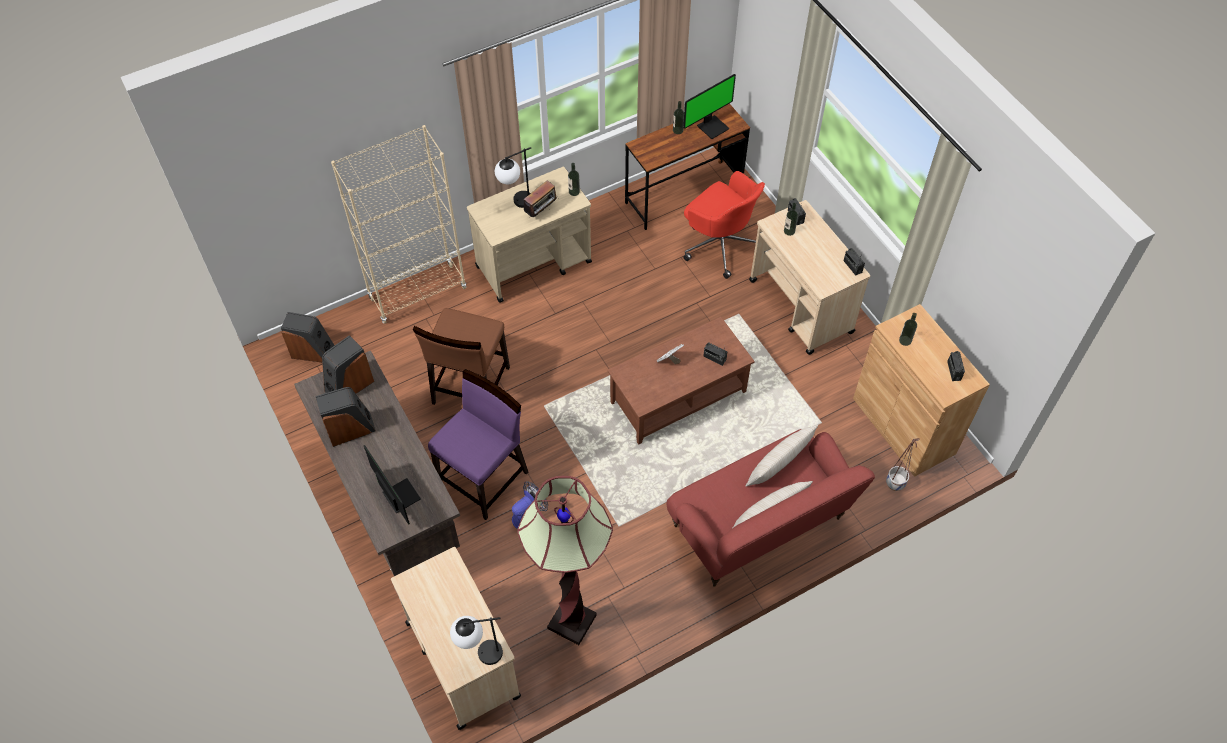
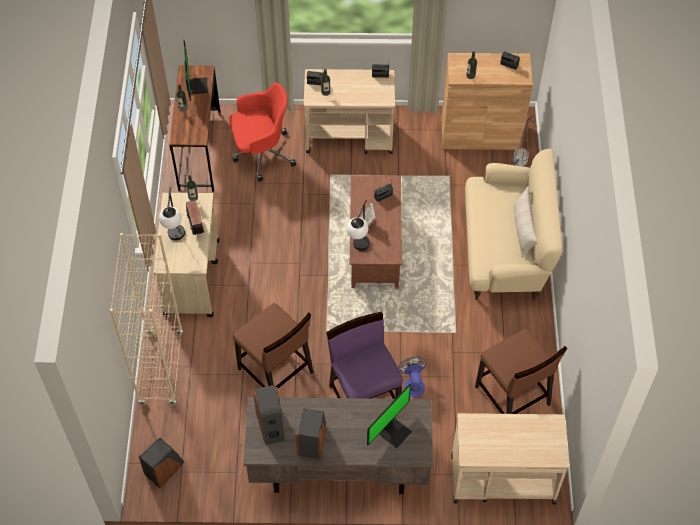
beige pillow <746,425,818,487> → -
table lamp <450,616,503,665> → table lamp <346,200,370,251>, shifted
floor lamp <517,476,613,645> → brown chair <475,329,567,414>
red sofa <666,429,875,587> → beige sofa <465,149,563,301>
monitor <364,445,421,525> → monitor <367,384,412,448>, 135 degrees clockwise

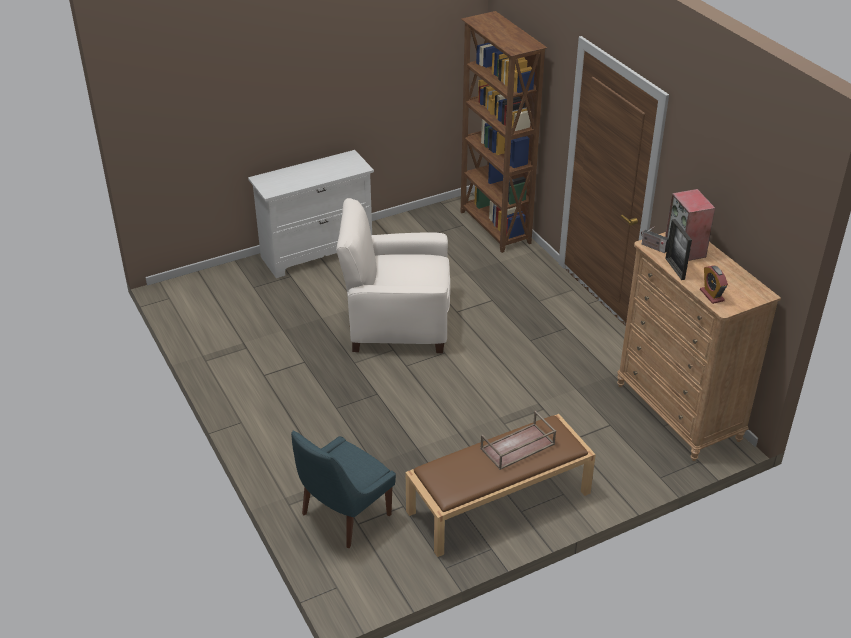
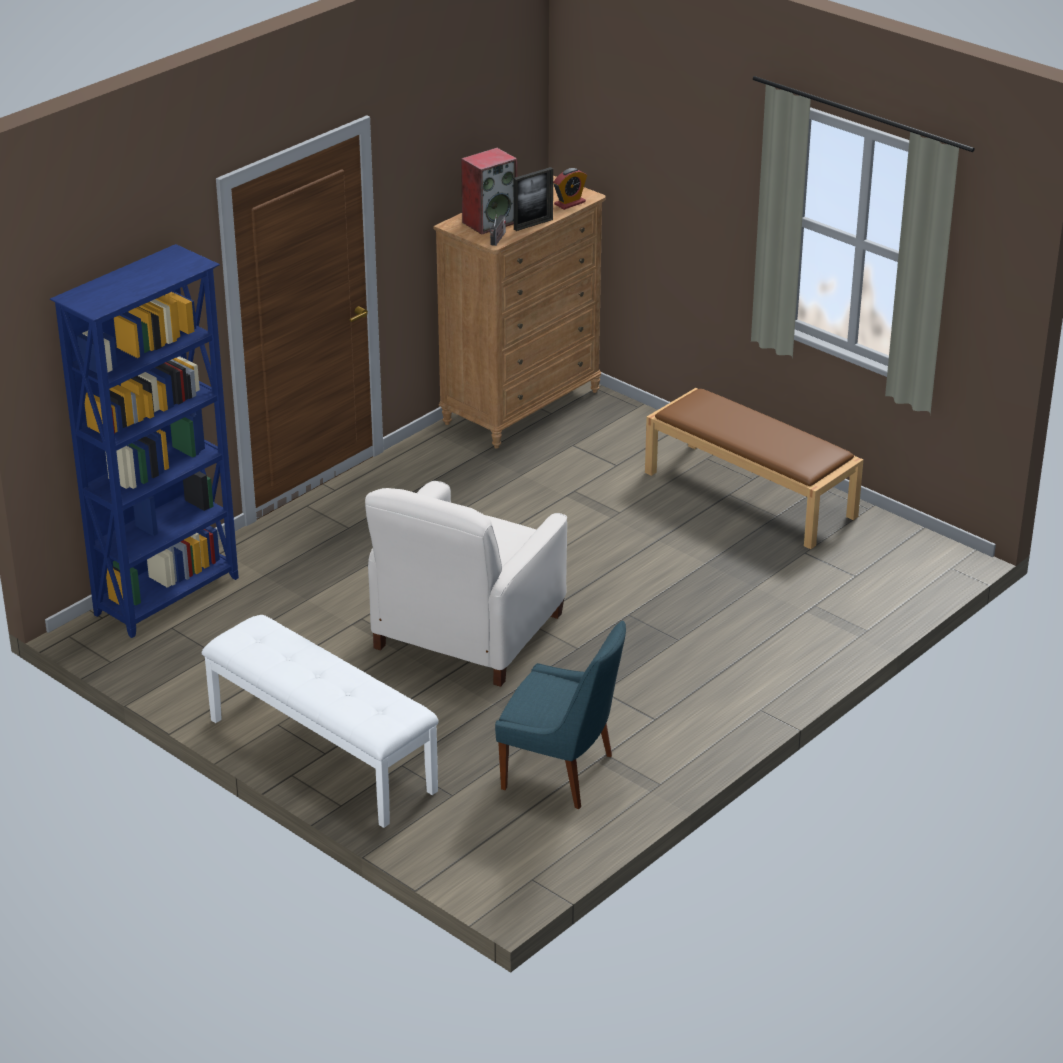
brown tray <480,411,556,470> → -
blue chair <291,431,396,548> → blue chair <495,621,626,809>, shifted
white dresser <248,150,374,278> → white bench <202,615,439,828>
brown bookcase <461,11,547,253> → blue bookcase <50,244,239,638>
white armchair <336,198,450,353> → white armchair <365,481,567,687>, 45 degrees clockwise

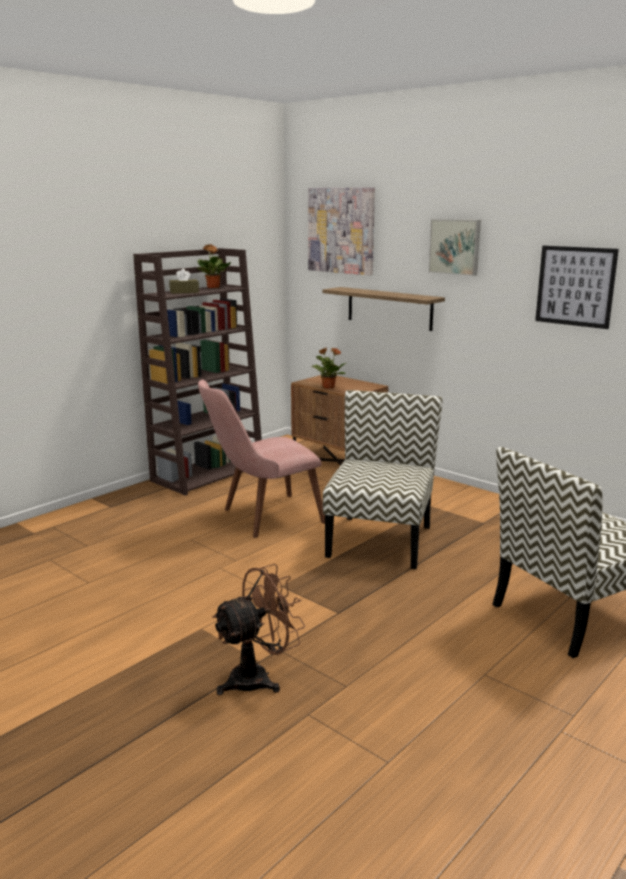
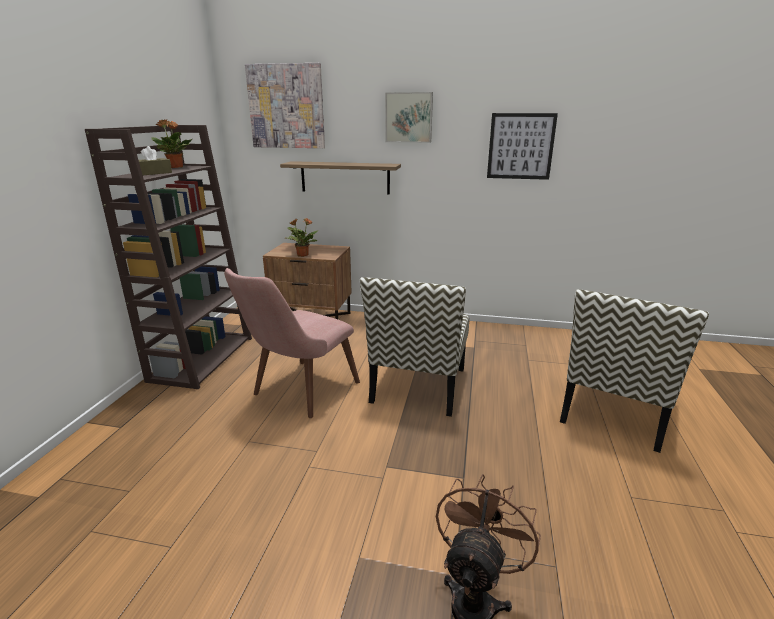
chair <323,390,443,569> → chair <360,277,469,417>, 150 degrees counterclockwise

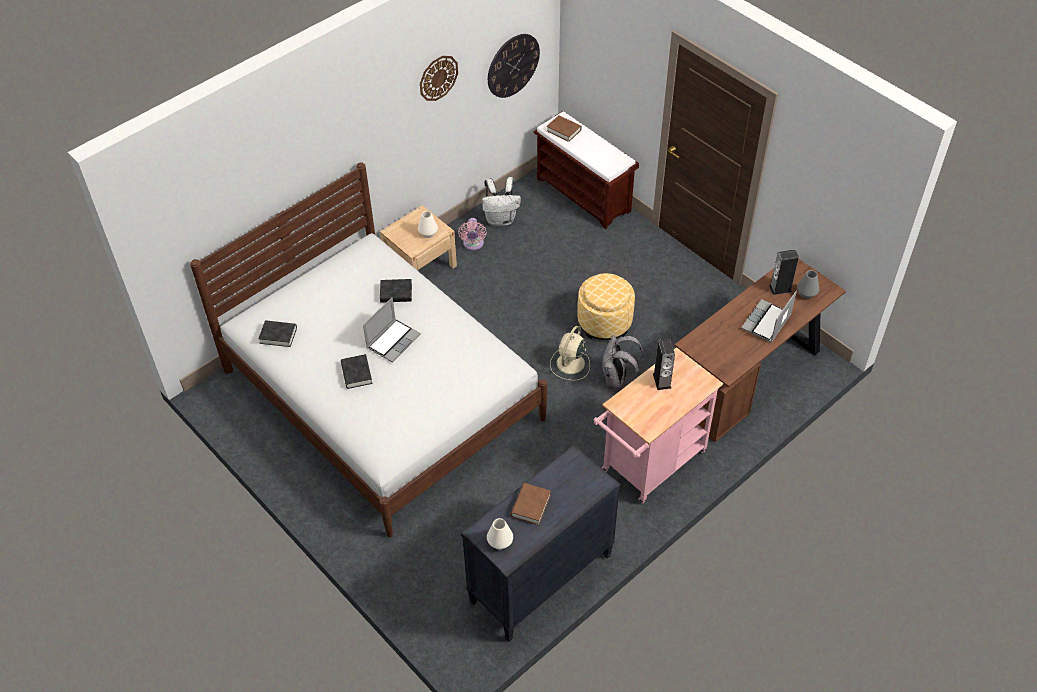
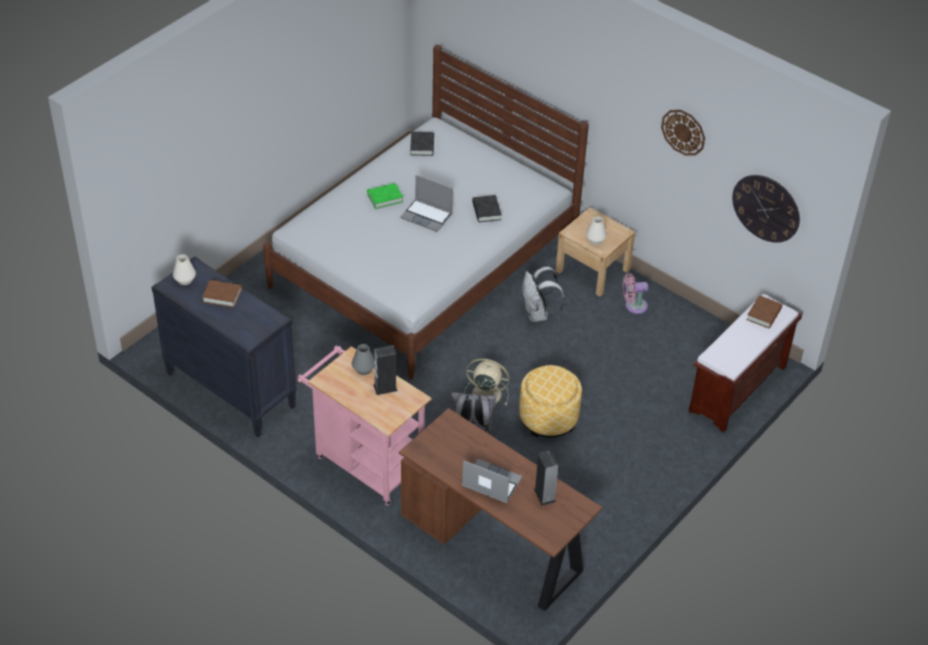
white backpack <482,177,521,226> → white backpack <522,266,565,322>, shifted
grey vase <797,270,819,299> → grey vase <352,344,375,375>, shifted
black book <341,354,372,389> → green book <367,183,403,209>

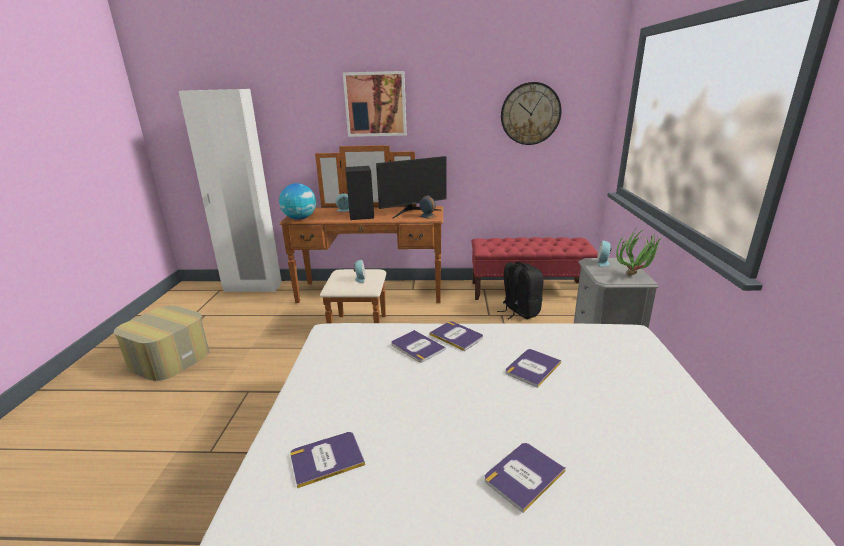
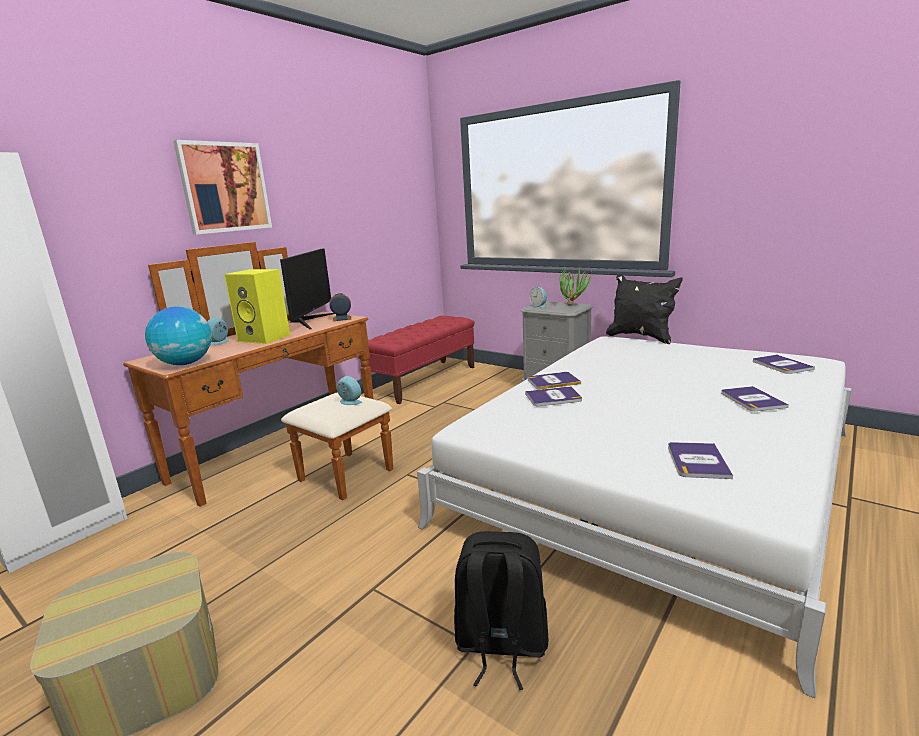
wall clock <501,82,562,145> → -
- → black pillow <606,275,683,344>
black backpack <497,262,543,319> → black backpack <454,531,548,690>, shifted
book <505,349,562,388> → book <753,355,815,374>, shifted
black speaker <345,166,374,220> → yellow speaker <224,269,290,344>

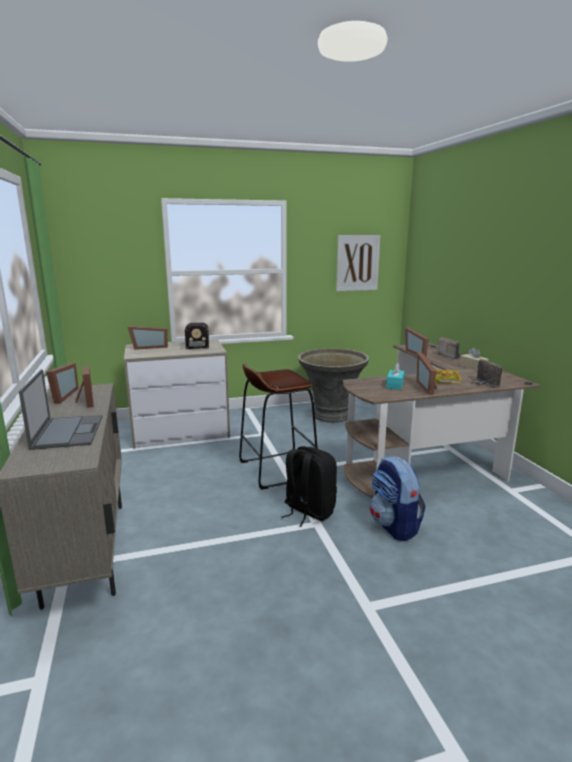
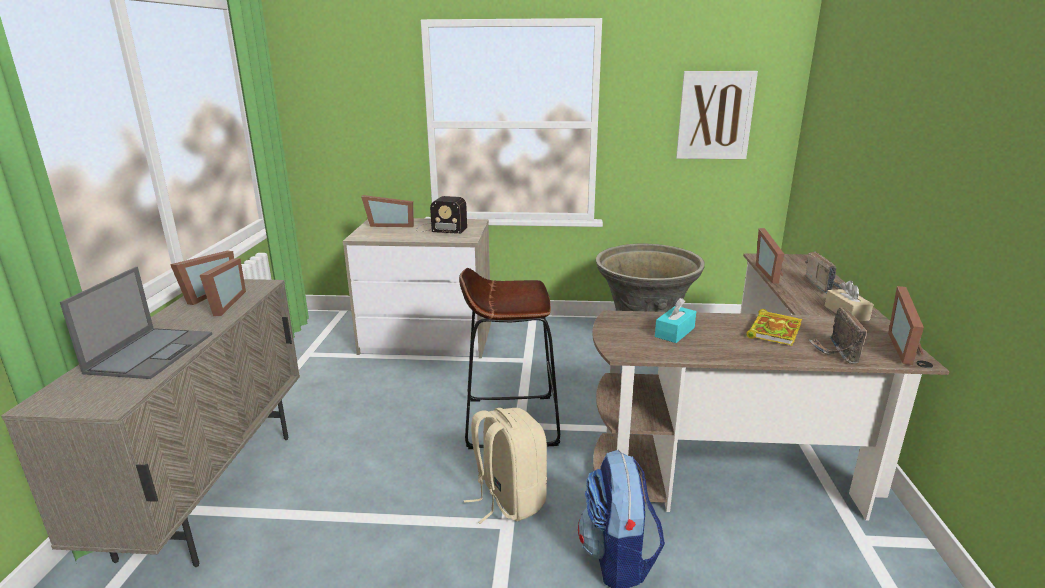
picture frame <417,353,437,395> → picture frame <888,286,924,365>, shifted
black backpack <282,446,337,527> → beige backpack <464,408,547,524>

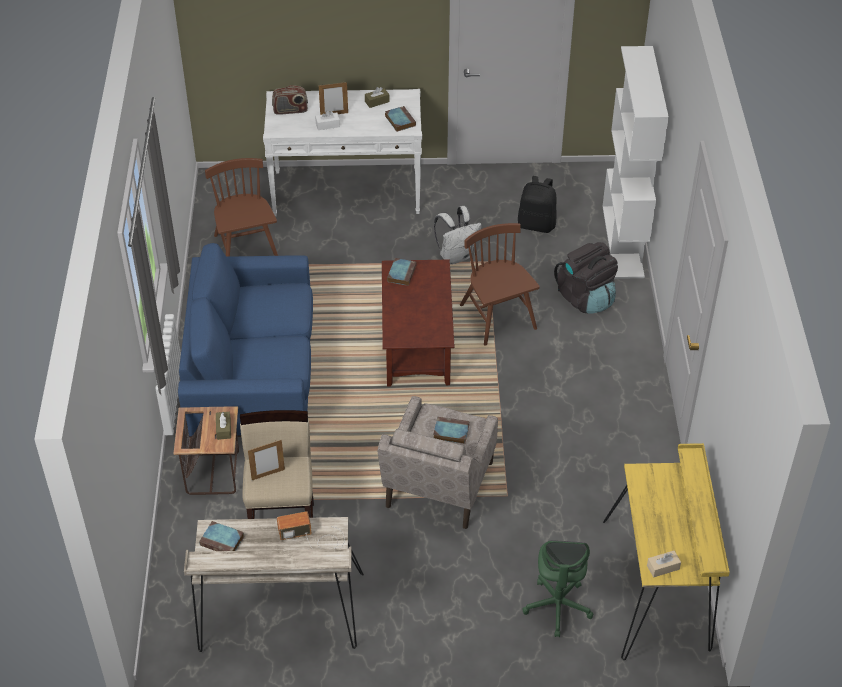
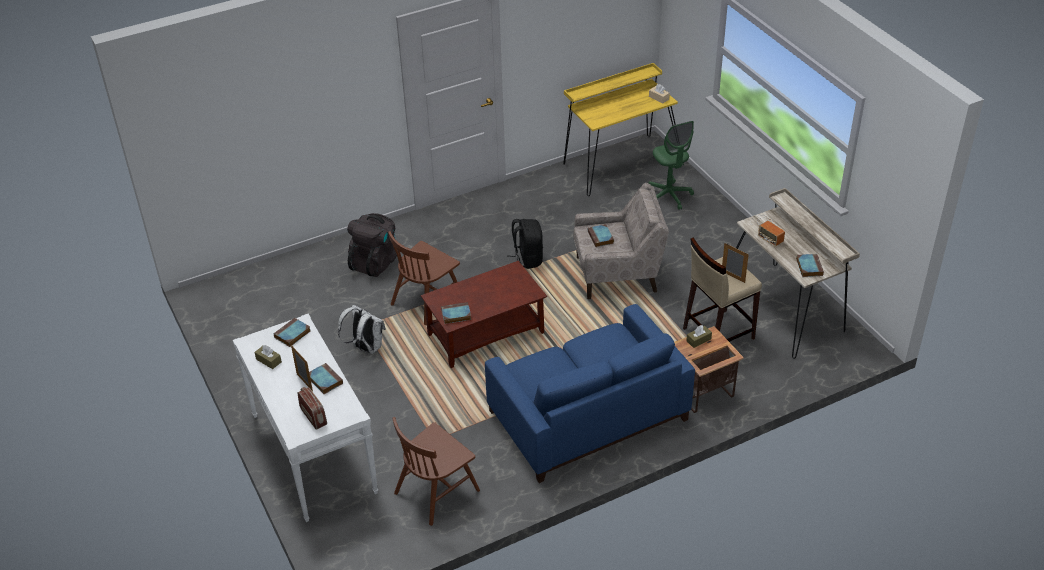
white bookcase <602,46,669,279> → -
black backpack <518,176,557,233> → black backpack <507,219,543,269>, shifted
white tissue box <315,110,340,130> → book <309,363,343,394>
green office chair <522,540,594,637> → green office chair <648,121,694,210>, 90 degrees clockwise

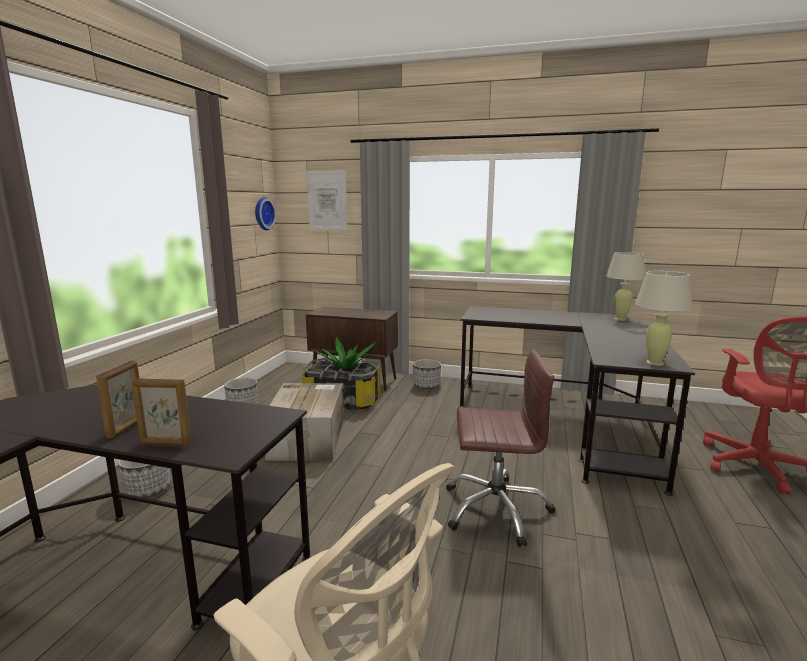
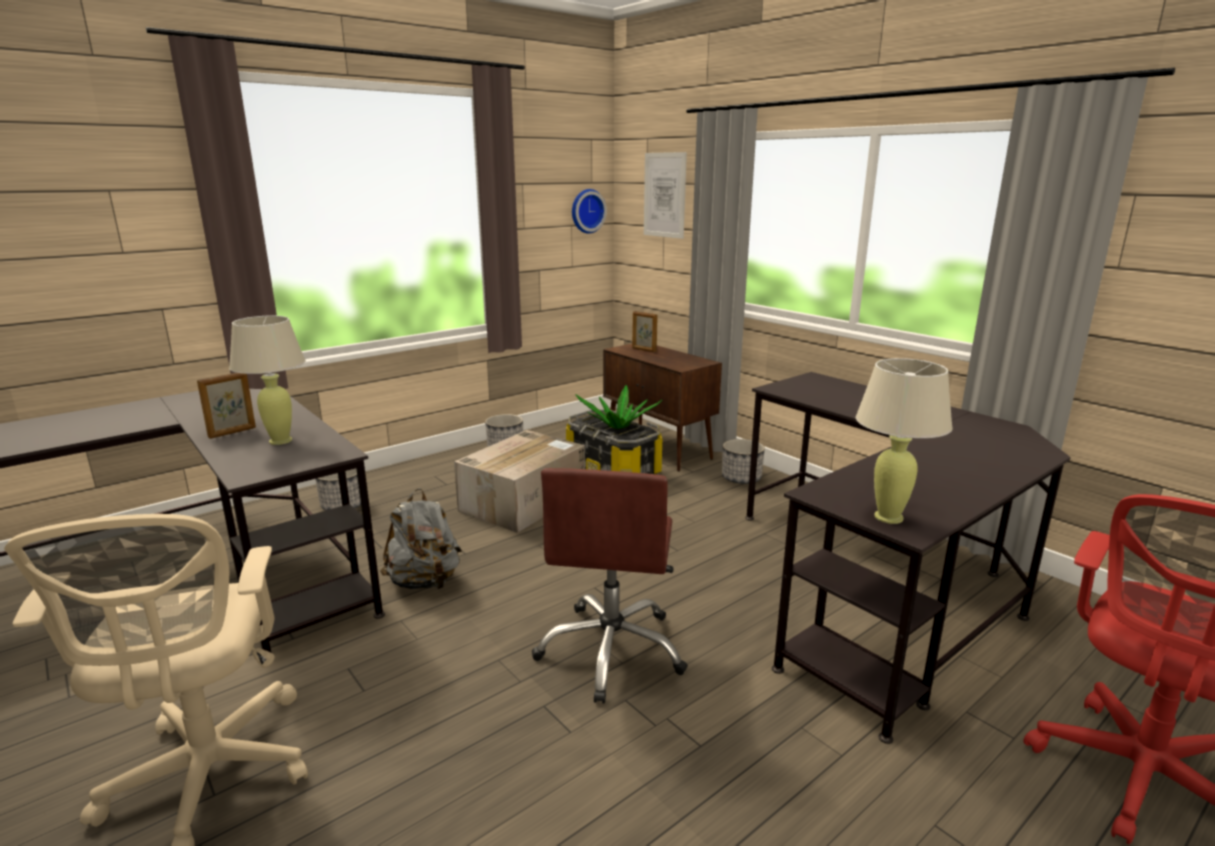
- → grey backpack <380,488,462,590>
picture frame <131,378,192,446> → picture frame <632,311,658,352>, shifted
beige table lamp <606,252,646,321> → beige table lamp <229,316,305,445>, shifted
brown office chair <446,349,555,547> → brown office chair <532,468,688,703>, 60 degrees clockwise

